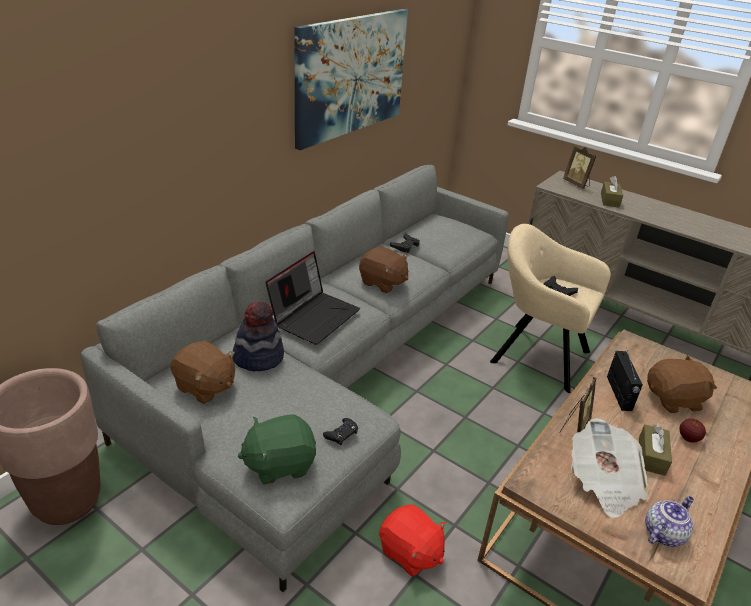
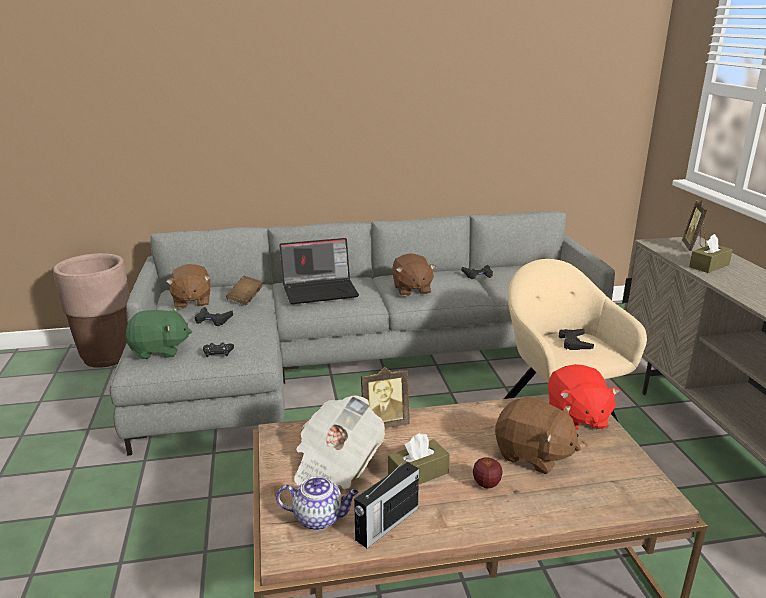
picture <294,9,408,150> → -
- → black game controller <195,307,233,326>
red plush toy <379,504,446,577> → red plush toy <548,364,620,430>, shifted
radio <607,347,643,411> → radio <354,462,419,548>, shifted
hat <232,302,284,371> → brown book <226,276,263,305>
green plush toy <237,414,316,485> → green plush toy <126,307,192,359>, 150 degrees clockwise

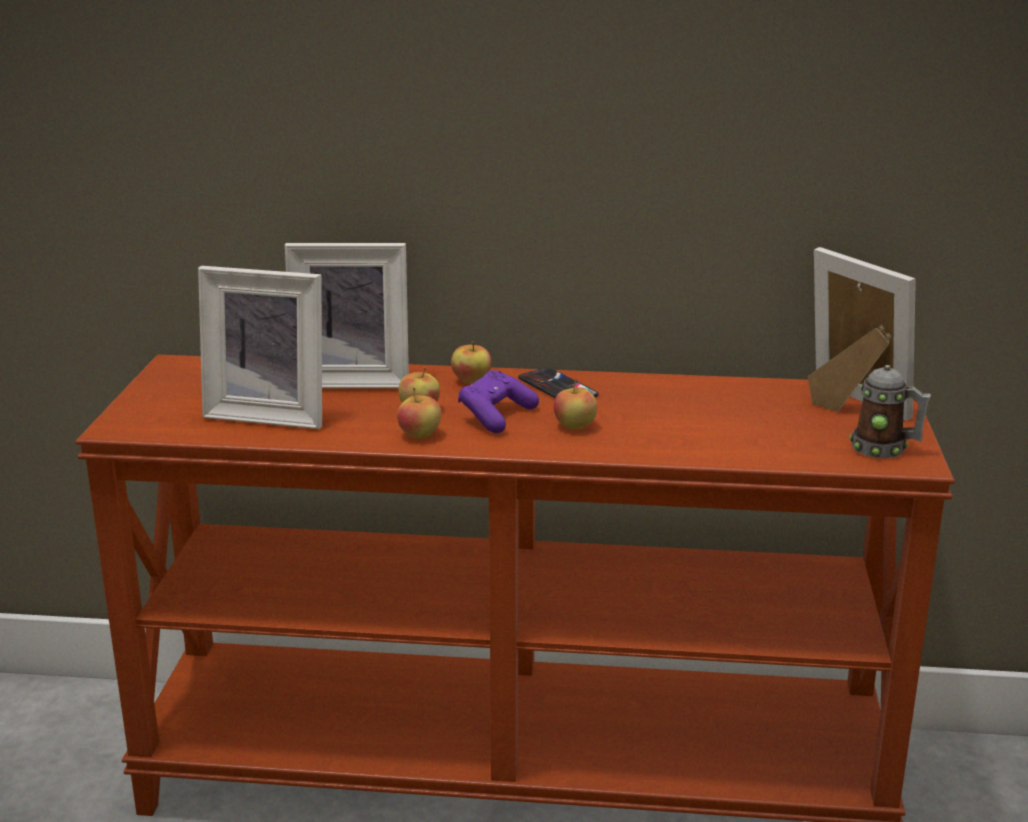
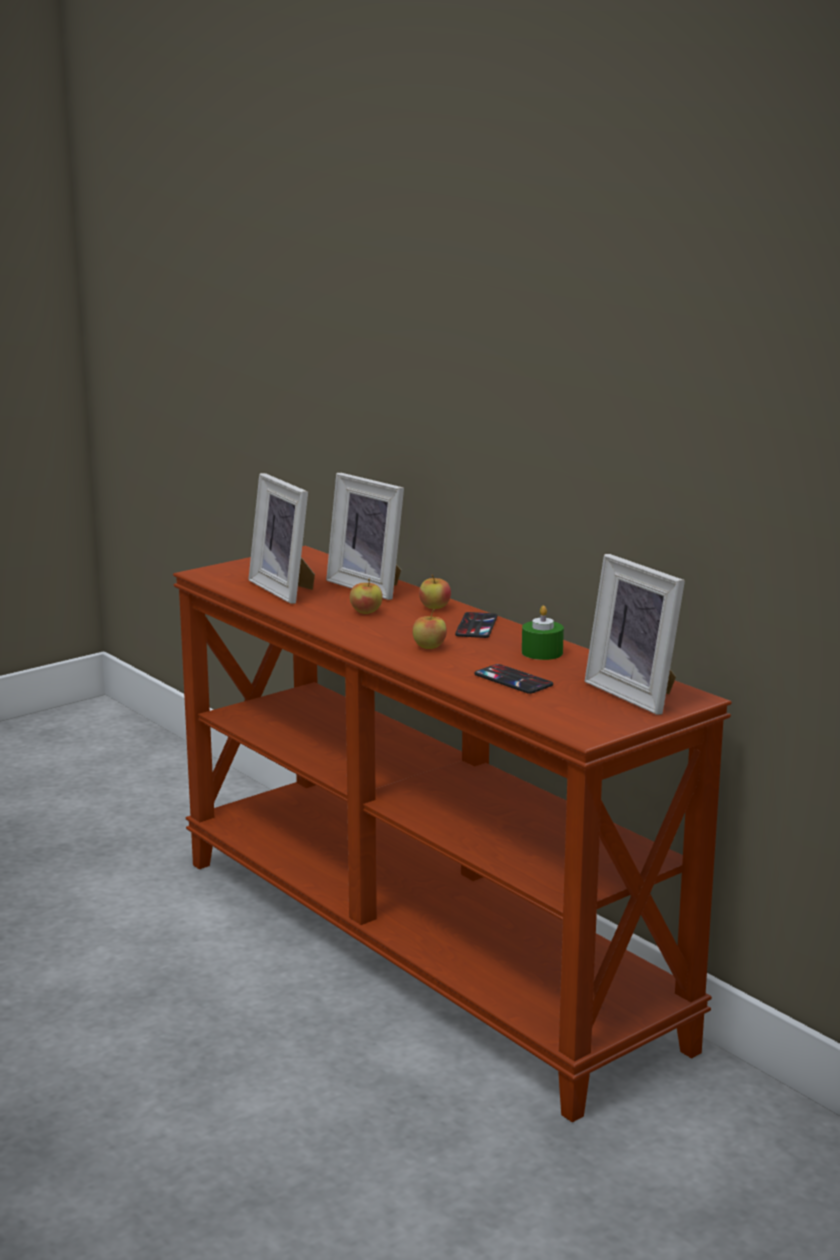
apple <397,388,441,439> → -
purple game controller <458,370,539,433> → -
mug <849,365,931,458> → -
- → phone <474,664,553,694>
- → green candle <522,606,564,660>
picture frame <808,247,916,421> → picture frame <585,554,685,715>, 135 degrees clockwise

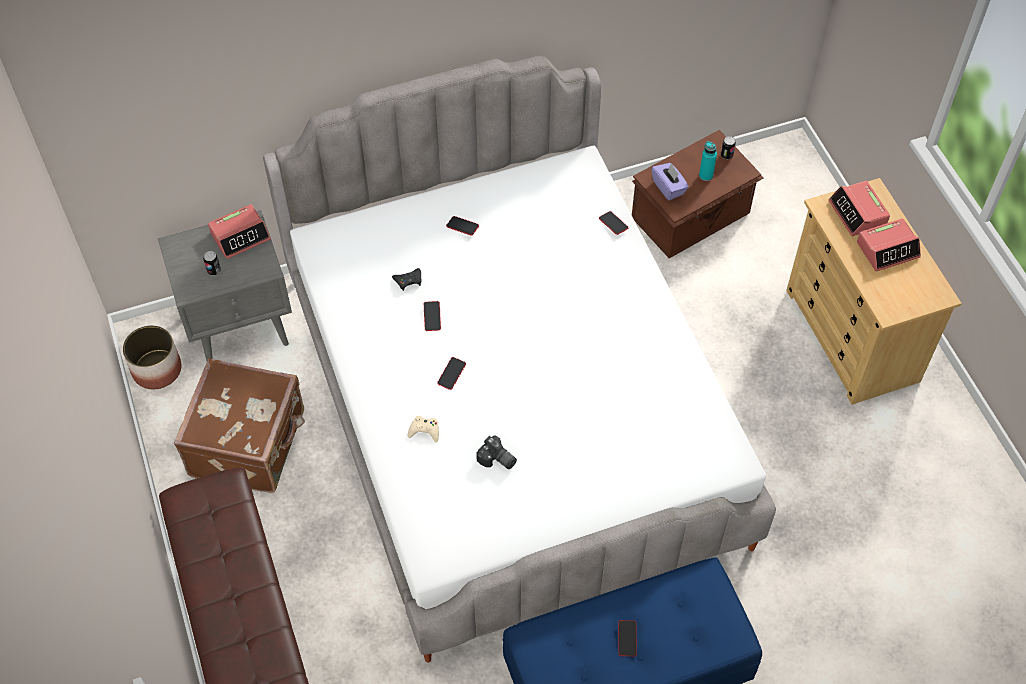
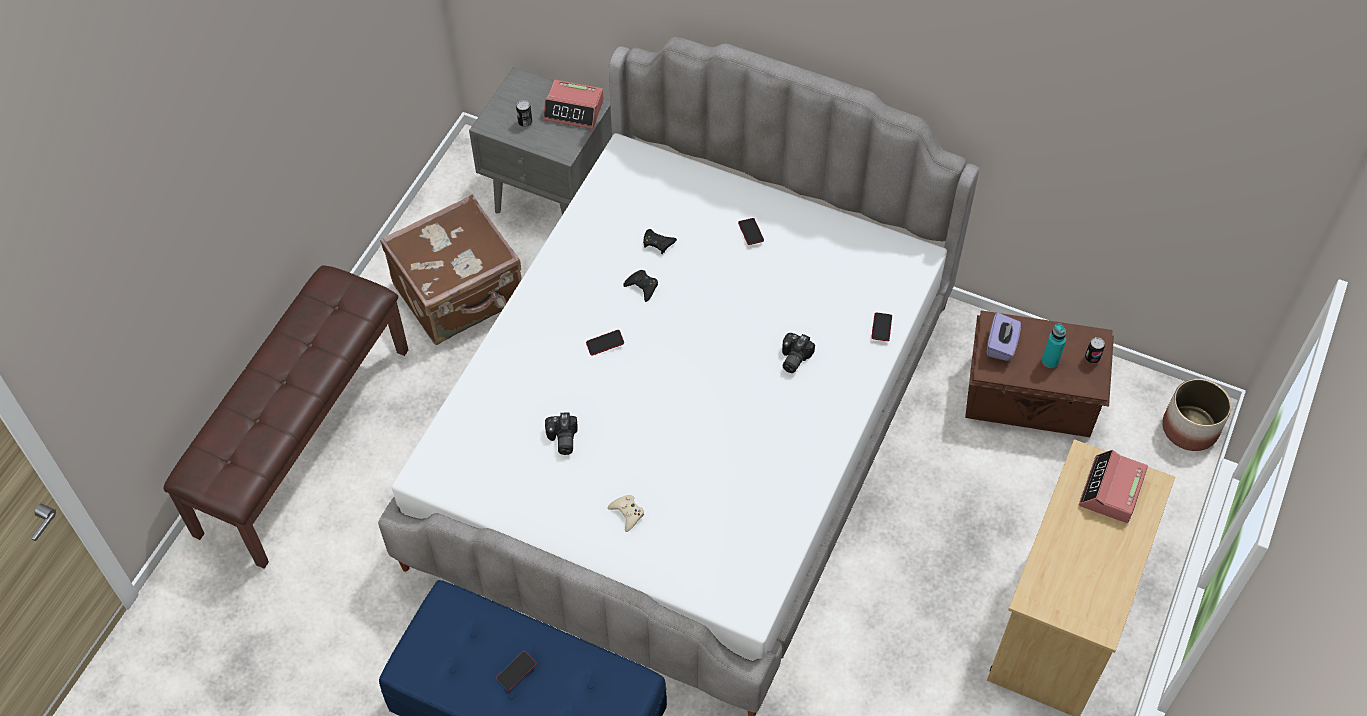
alarm clock <857,219,921,272> → -
- → photo camera <782,333,815,373>
planter <123,326,181,389> → planter <1162,378,1231,451>, shifted
beige game controller <408,416,439,442> → beige game controller <608,495,644,532>, shifted
phone <424,301,441,331> → black game controller <623,270,658,302>

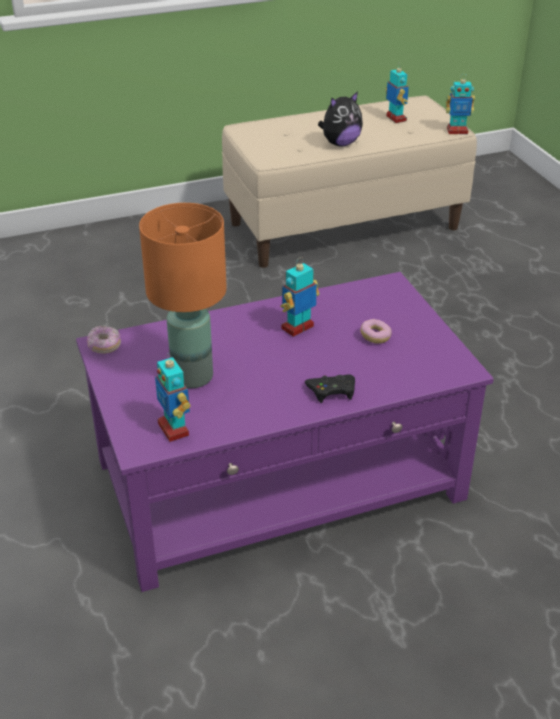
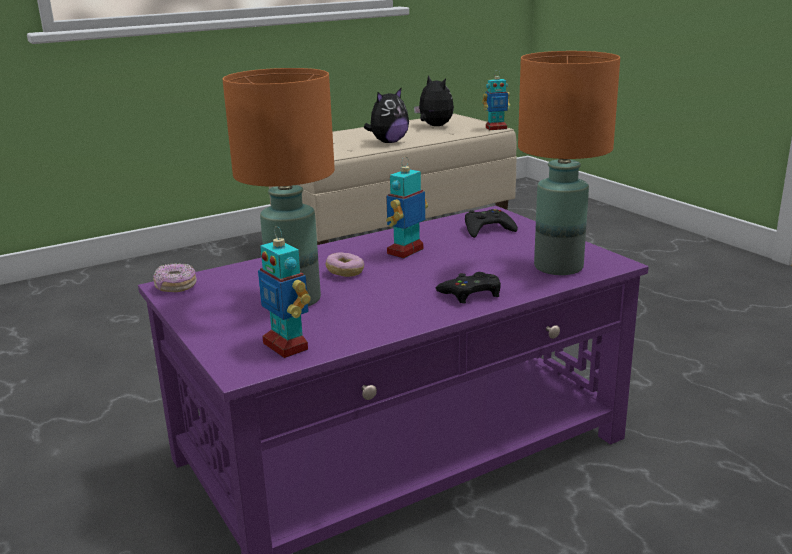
- → black game controller <465,209,518,238>
- → orange table lamp <518,51,620,275>
donut <360,319,392,344> → donut <326,252,364,277>, shifted
toy robot <386,67,409,123> → plush toy <414,75,454,126>

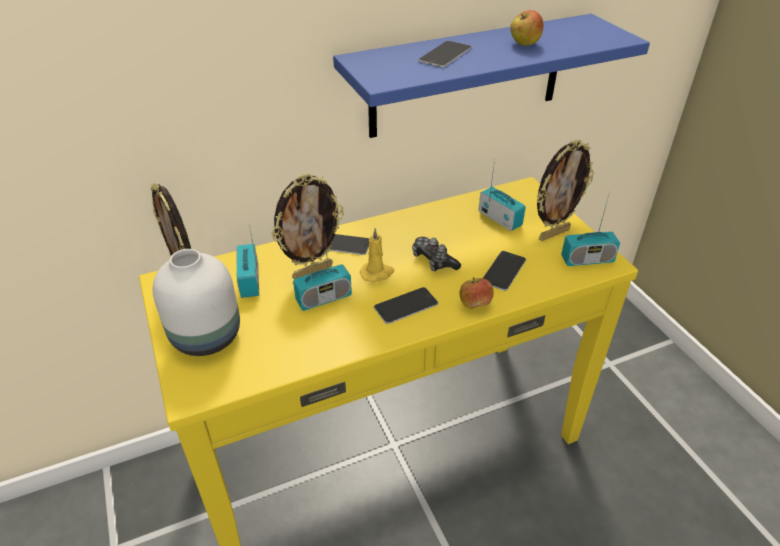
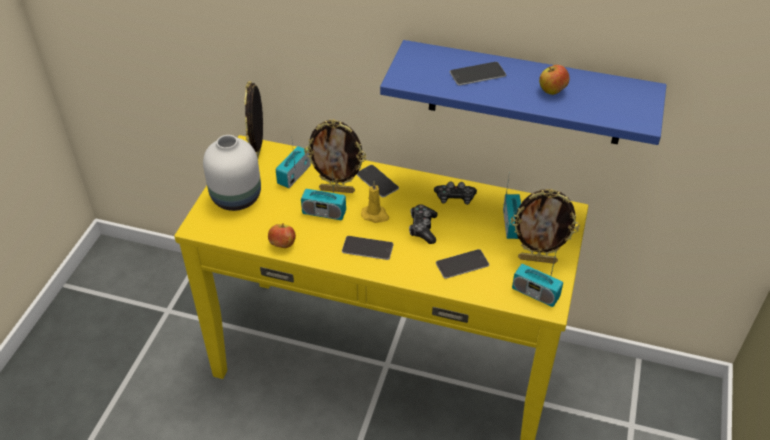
- → game controller <434,181,477,205>
apple <460,277,494,309> → apple <268,223,296,248>, shifted

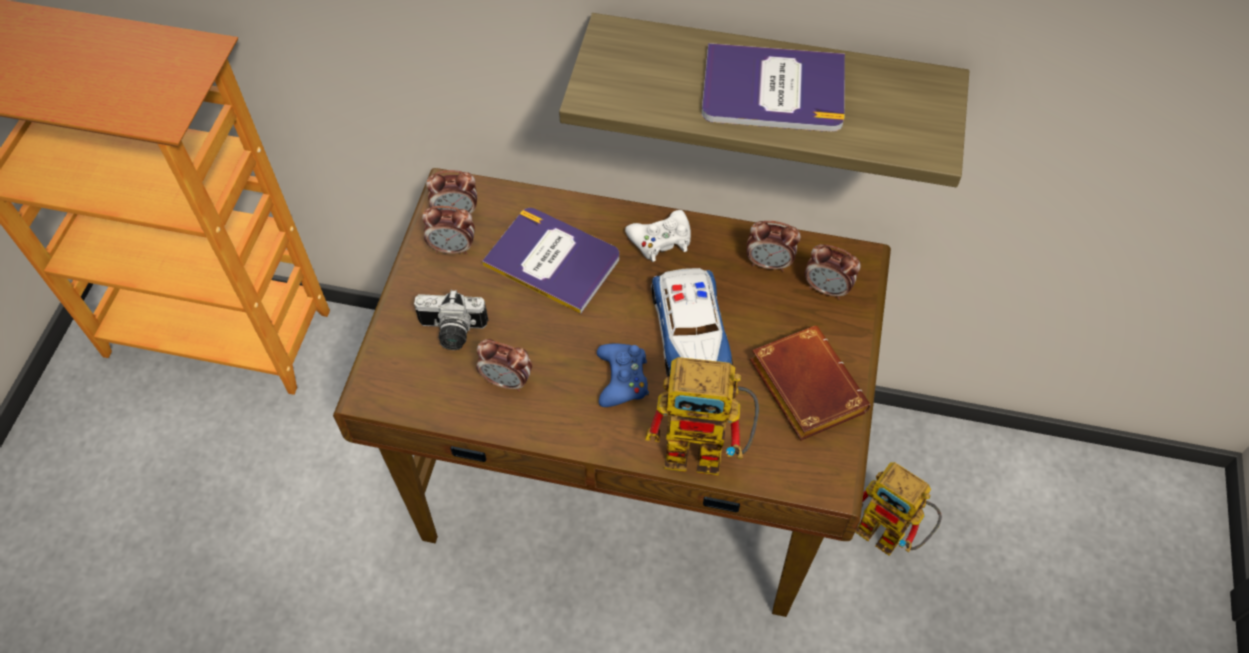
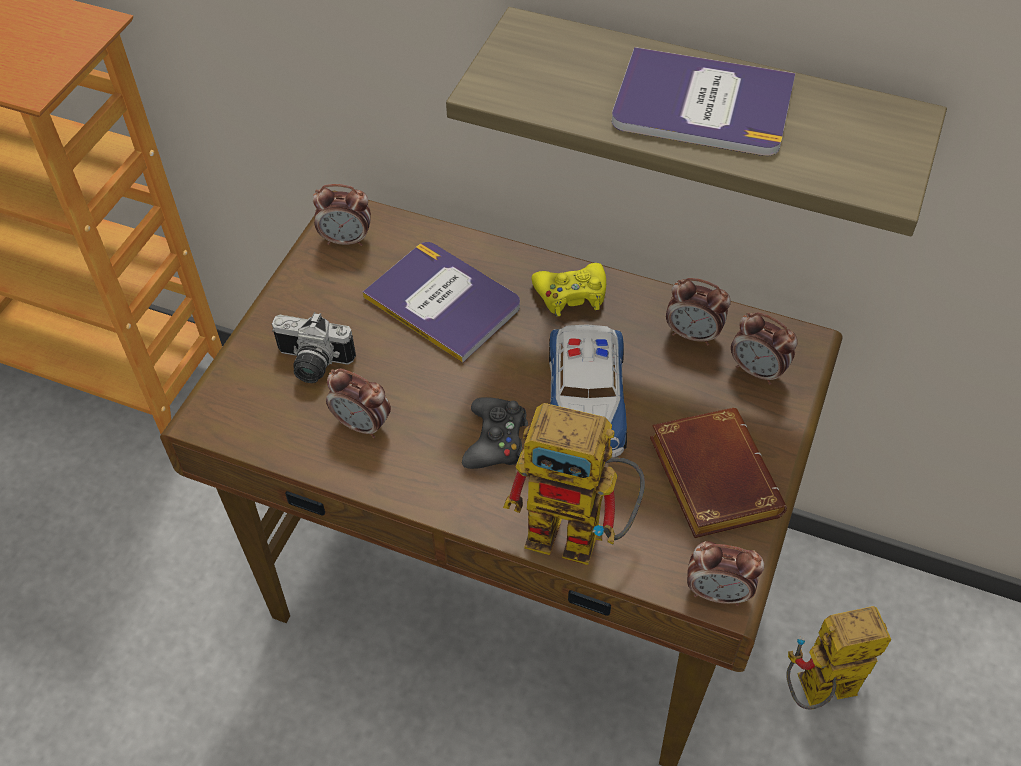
alarm clock <422,206,475,255> → alarm clock <687,541,764,606>, shifted
blue game controller <597,343,649,407> → black game controller <462,397,528,469>
white game controller <625,210,691,262> → yellow game controller <531,263,606,316>
toy robot <855,462,942,556> → toy robot <786,606,891,709>, 120 degrees clockwise

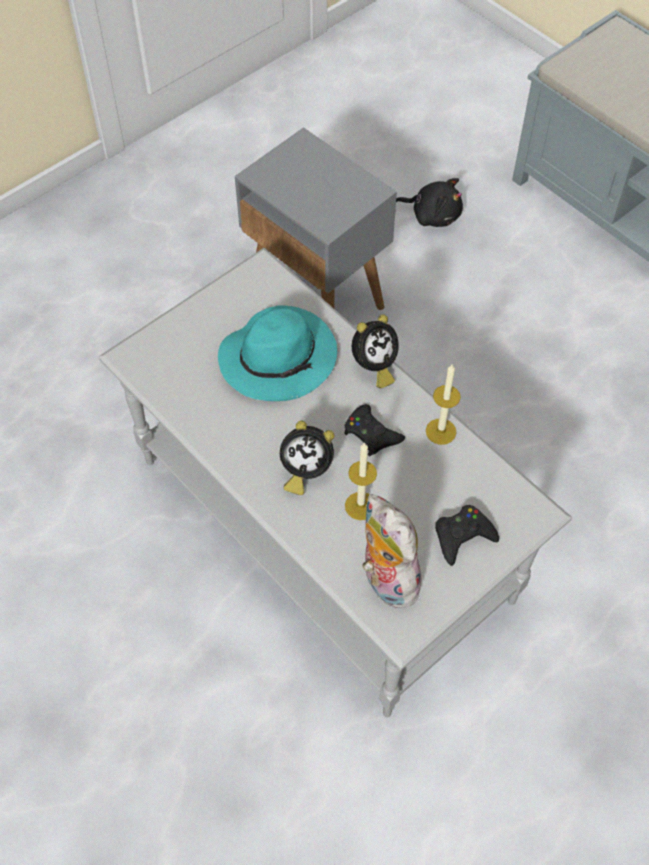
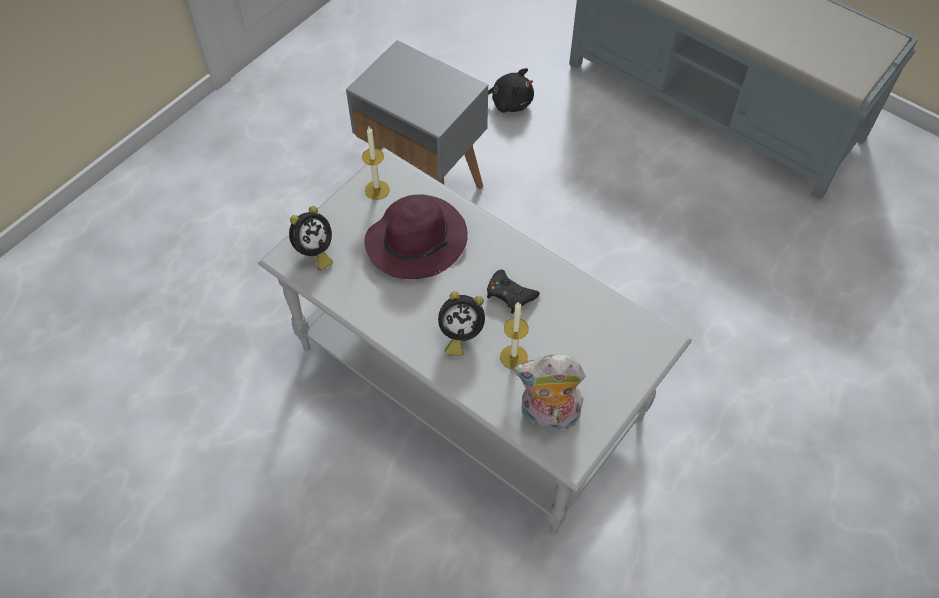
black game controller <435,505,499,566> → -
alarm clock <352,314,399,388> → alarm clock <289,206,333,270>, shifted
candle <426,364,461,445> → candle <362,127,390,200>, shifted
turquoise hat <218,306,337,401> → purple hat <365,194,468,279>
plush toy <363,494,425,608> → plush toy <514,354,585,431>, 45 degrees counterclockwise

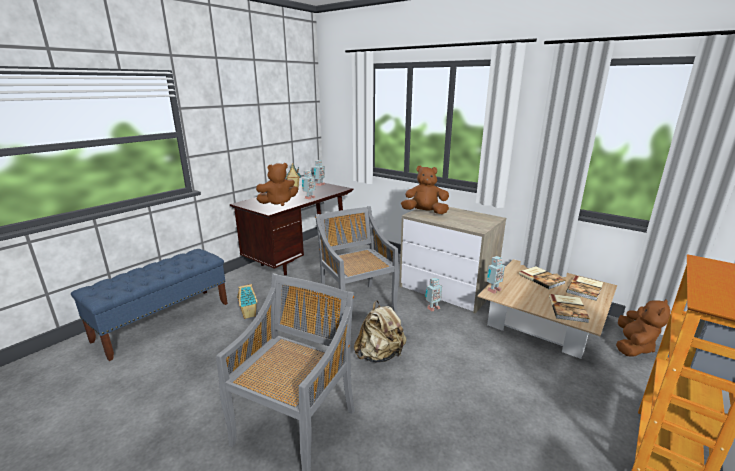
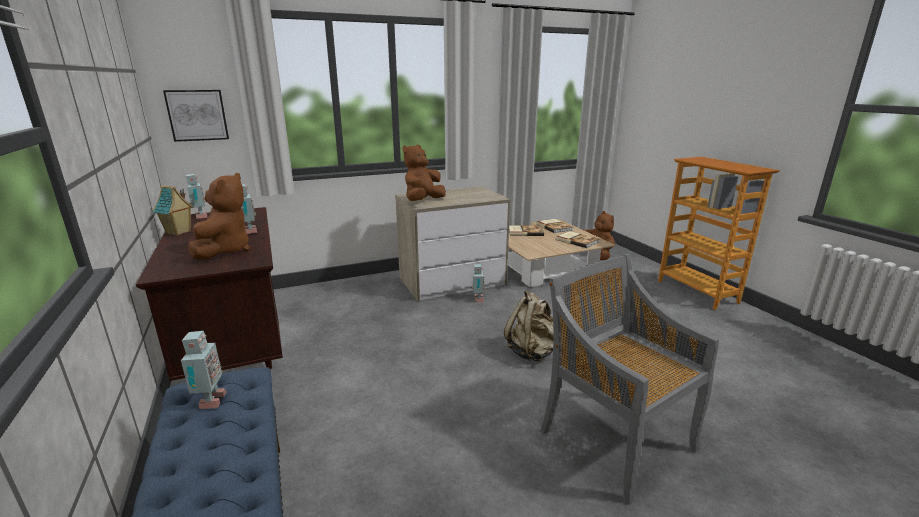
toy house <237,284,258,319> → -
grey chair <315,206,399,312> → -
- → picture <163,90,229,142>
toy robot <486,256,505,294> → toy robot <181,331,226,409>, shifted

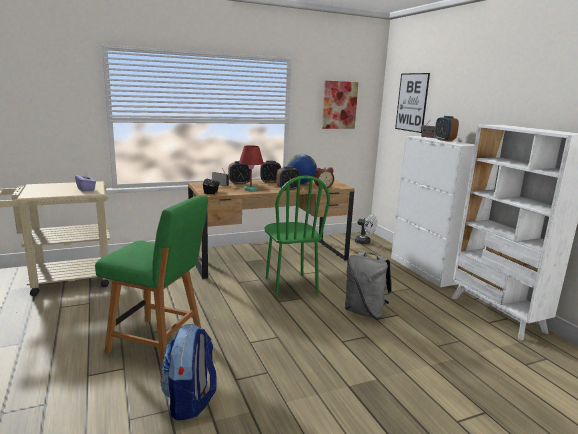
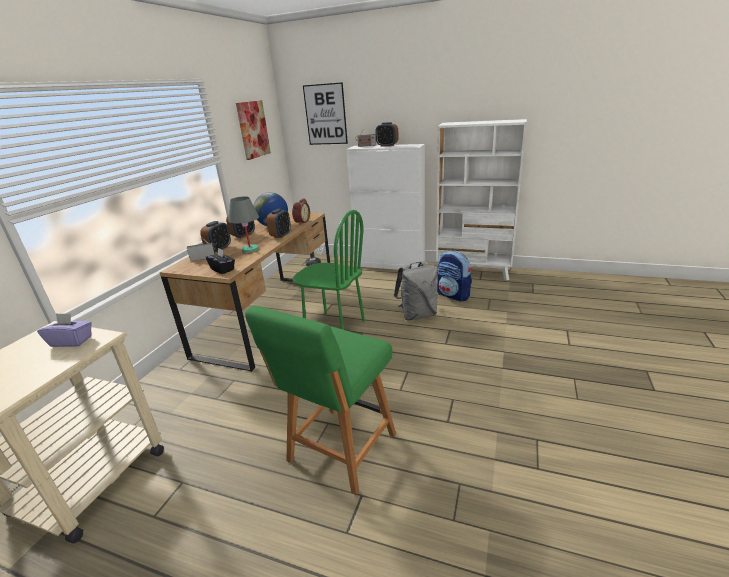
backpack <160,323,217,420> → backpack <437,251,472,302>, shifted
red table lamp <239,145,264,191> → grey table lamp <228,196,259,253>
green chair <95,195,208,368> → green chair <245,306,396,495>, 150 degrees clockwise

